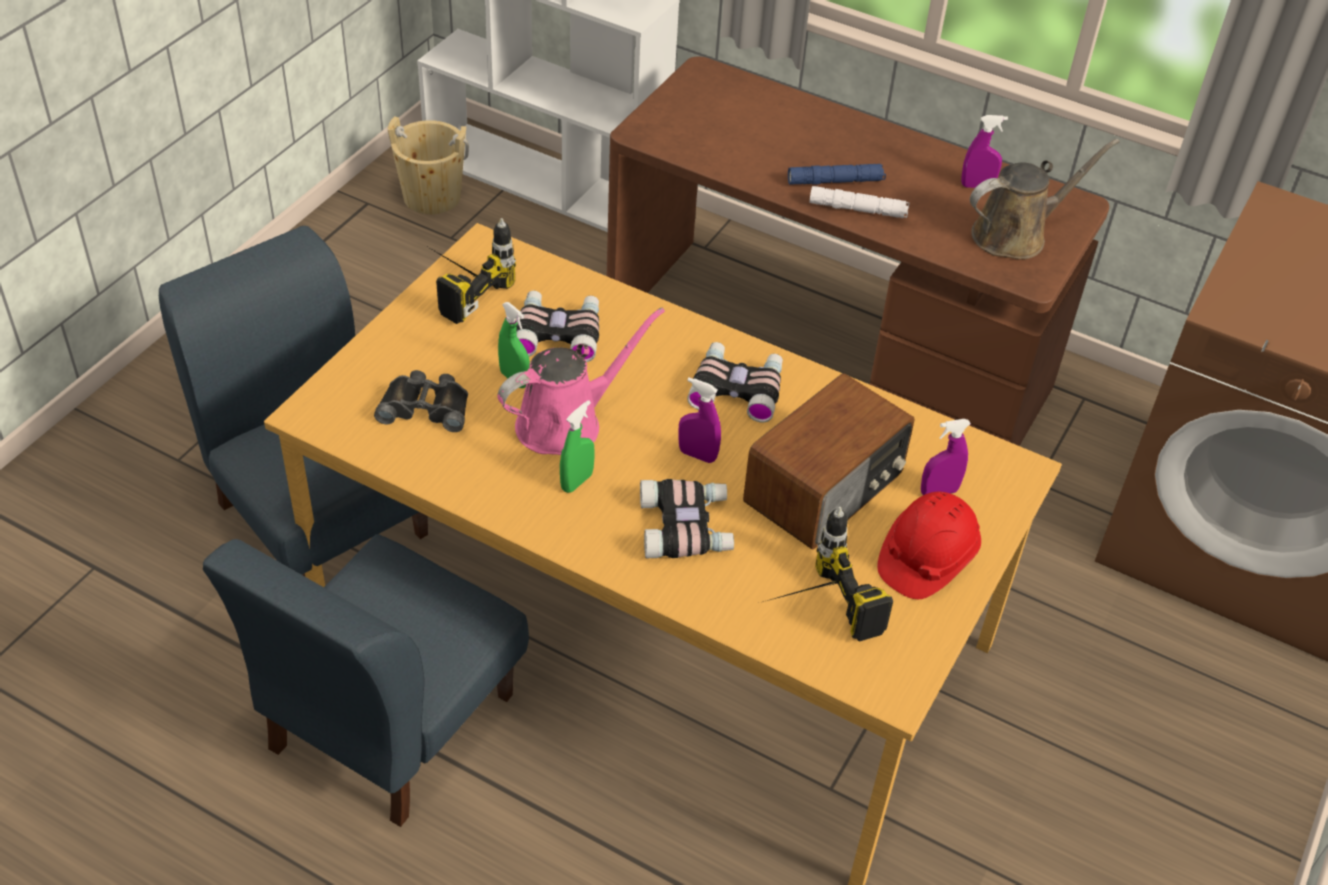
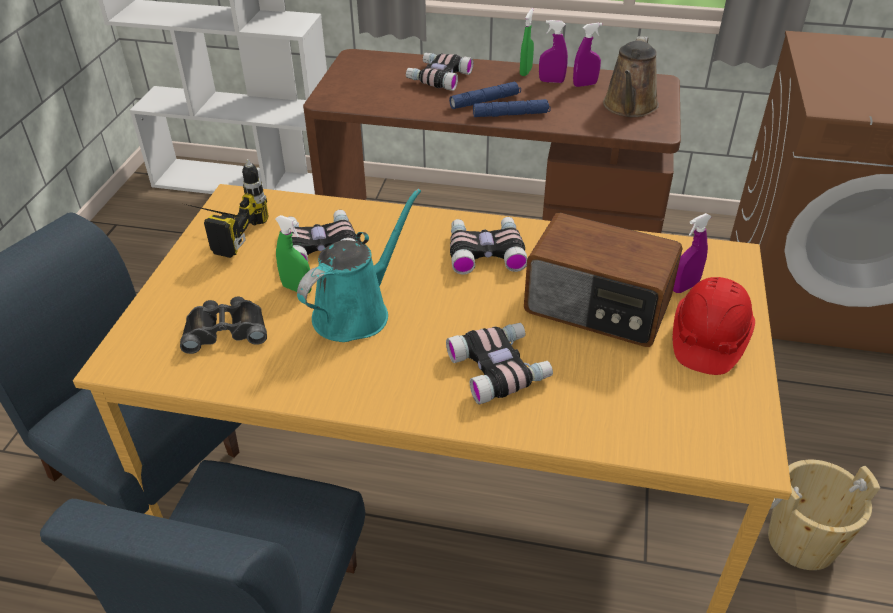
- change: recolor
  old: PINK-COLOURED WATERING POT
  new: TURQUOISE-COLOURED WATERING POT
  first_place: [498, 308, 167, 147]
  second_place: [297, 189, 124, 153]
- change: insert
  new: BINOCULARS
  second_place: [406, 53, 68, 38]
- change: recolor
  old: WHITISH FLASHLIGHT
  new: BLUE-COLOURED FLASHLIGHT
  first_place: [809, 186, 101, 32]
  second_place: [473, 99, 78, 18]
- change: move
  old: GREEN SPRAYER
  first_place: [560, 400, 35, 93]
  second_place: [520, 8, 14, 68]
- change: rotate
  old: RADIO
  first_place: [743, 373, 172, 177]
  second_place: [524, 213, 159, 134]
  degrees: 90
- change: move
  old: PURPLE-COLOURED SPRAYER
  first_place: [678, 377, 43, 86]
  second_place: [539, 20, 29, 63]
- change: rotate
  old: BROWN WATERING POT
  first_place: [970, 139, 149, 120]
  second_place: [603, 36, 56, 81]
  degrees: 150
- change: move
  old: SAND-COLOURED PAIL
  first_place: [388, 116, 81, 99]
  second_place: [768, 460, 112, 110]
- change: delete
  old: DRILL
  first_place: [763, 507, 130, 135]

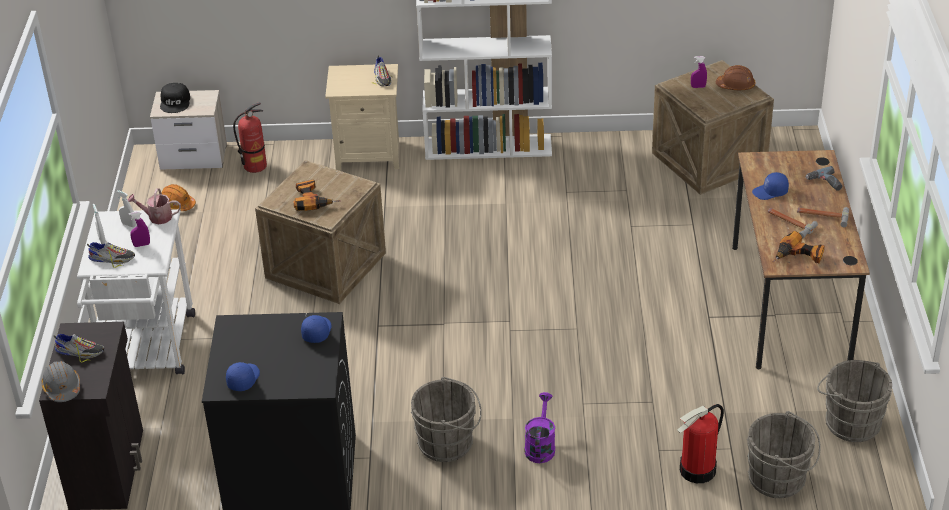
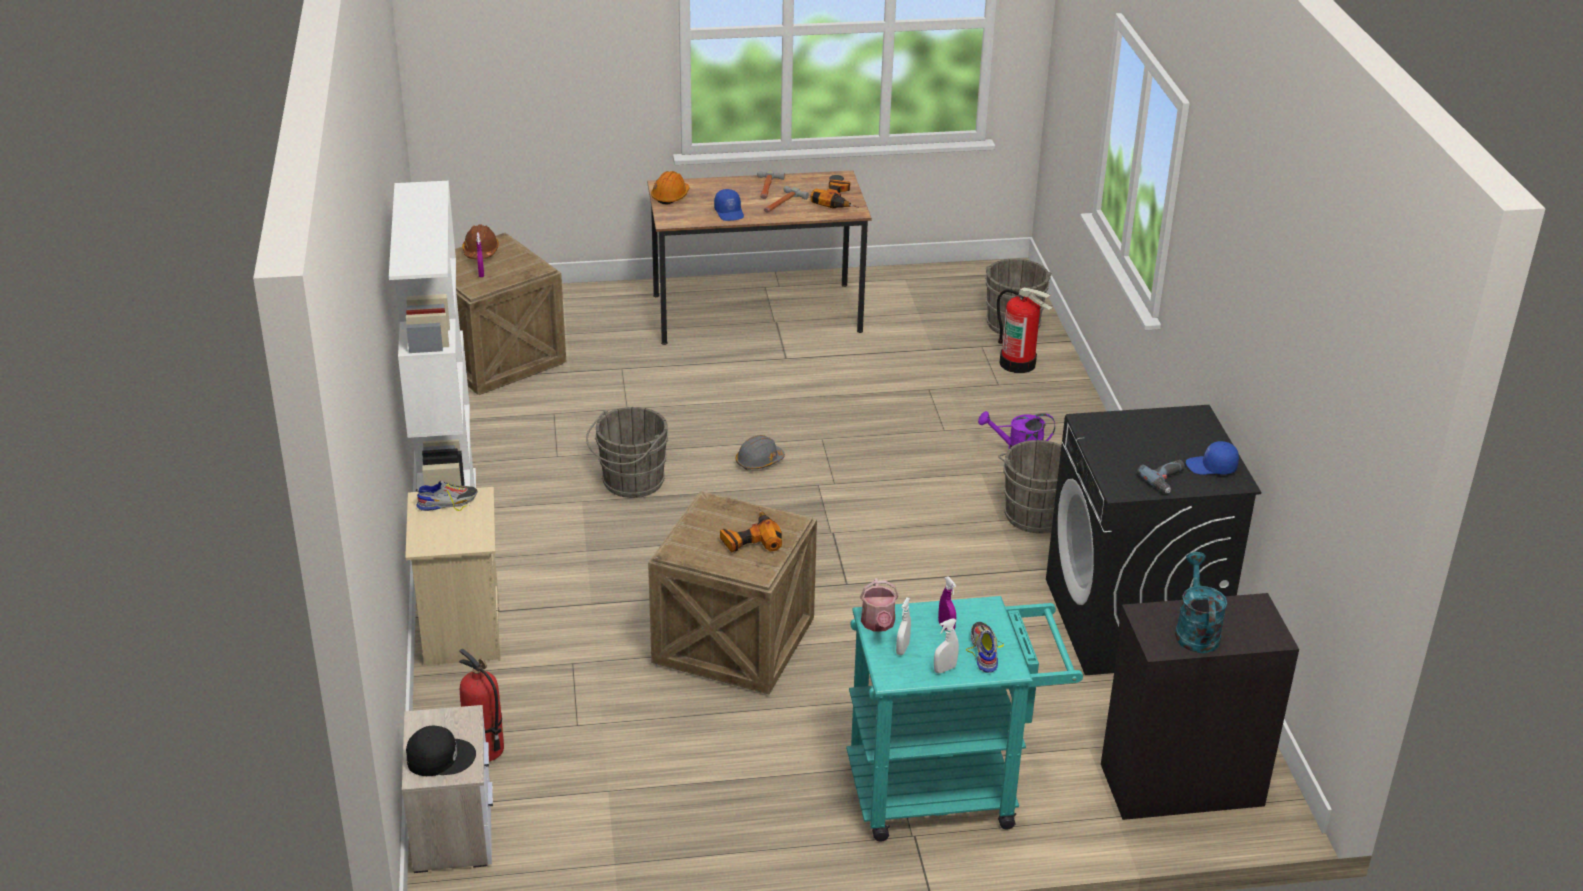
- change: move
  old: GREY PAIL
  first_place: [817, 360, 75, 82]
  second_place: [586, 407, 82, 91]
- change: move
  old: ORANGE SAFETY HELMET
  first_place: [162, 184, 34, 27]
  second_place: [651, 171, 39, 33]
- change: move
  old: GREY SAFETY HELMET
  first_place: [41, 361, 39, 41]
  second_place: [736, 435, 49, 35]
- change: recolor
  old: WHITISH TROLLEY
  new: TURQUOISE-COLOURED TROLLEY
  first_place: [77, 209, 118, 165]
  second_place: [846, 596, 237, 246]
- change: move
  old: DRILL
  first_place: [806, 166, 36, 25]
  second_place: [1137, 460, 48, 34]
- change: replace
  old: ITEM OF FOOTWEAR
  new: TURQUOISE-COLOURED WATERING POT
  first_place: [53, 334, 51, 28]
  second_place: [1175, 552, 52, 101]
- change: delete
  old: BLUE-COLOURED PEAKED CAP
  first_place: [301, 315, 31, 28]

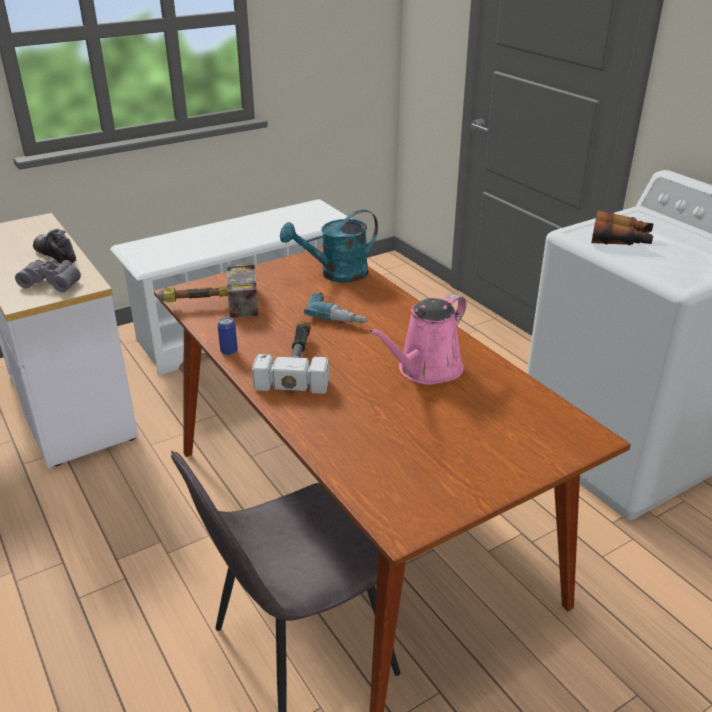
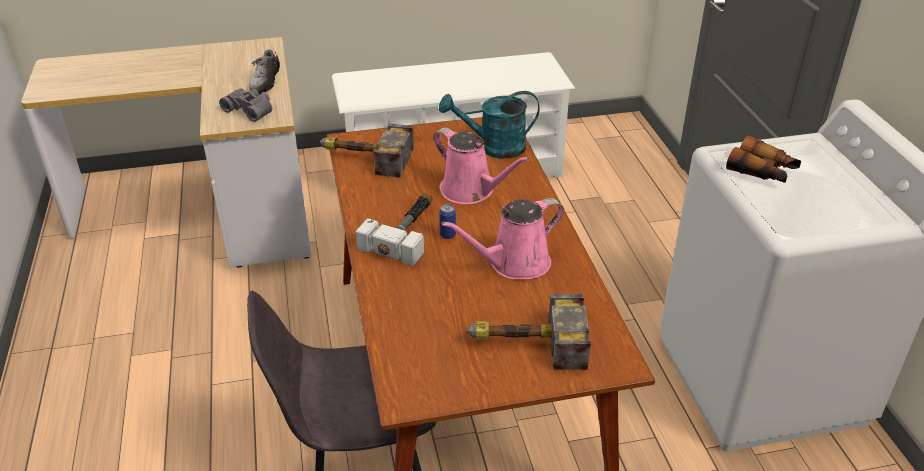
- change: rotate
  old: ITEM OF FOOTWEAR
  first_place: [33, 229, 44, 34]
  second_place: [249, 50, 31, 45]
  degrees: -150
- change: replace
  old: DRILL
  new: PINK-COLOURED WATERING POT
  first_place: [304, 292, 64, 31]
  second_place: [433, 128, 97, 76]
- change: move
  old: SEALED CAN
  first_place: [217, 317, 21, 38]
  second_place: [439, 204, 17, 35]
- change: insert
  new: TOOL HAMMER
  second_place: [466, 294, 125, 76]

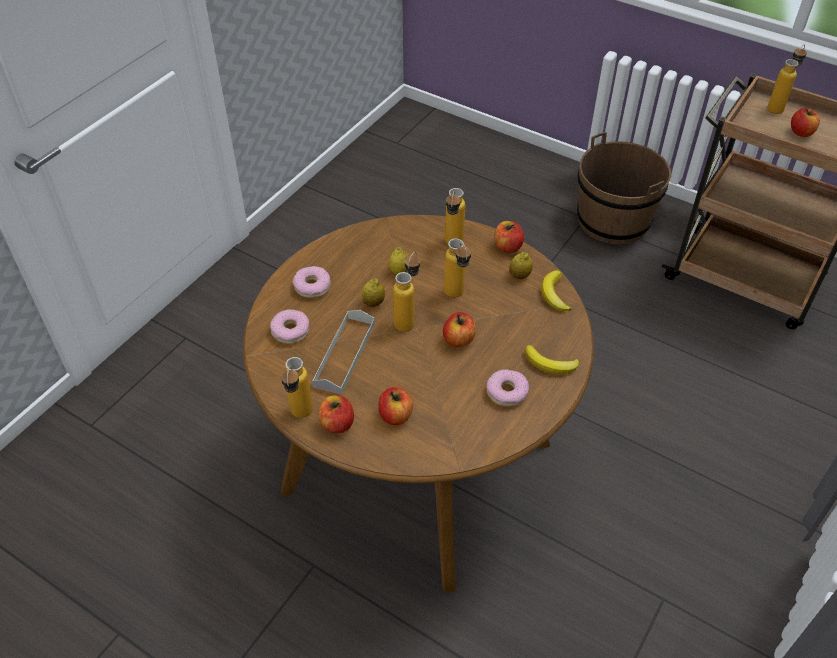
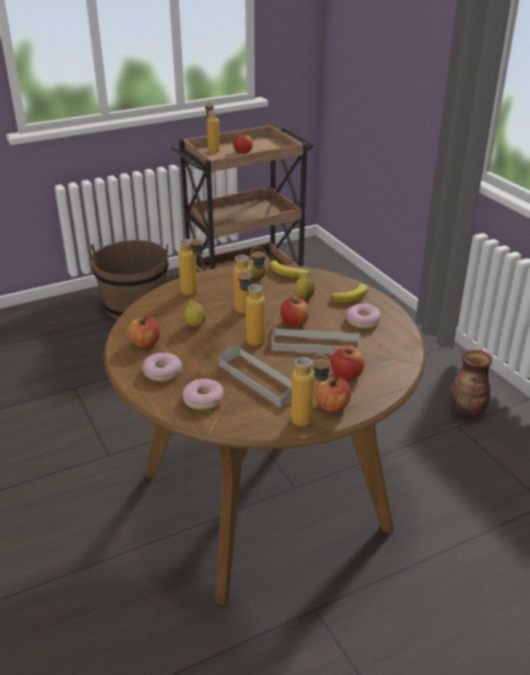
- change: move
  old: APPLE FRUIT
  first_place: [494, 221, 30, 32]
  second_place: [128, 316, 32, 32]
- change: insert
  new: GREY SERVING TRAY
  second_place: [272, 328, 88, 26]
- change: move
  old: CITRUS FRUIT
  first_place: [362, 278, 23, 29]
  second_place: [295, 273, 20, 28]
- change: insert
  new: DECORATIVE VASE
  second_place: [450, 350, 43, 70]

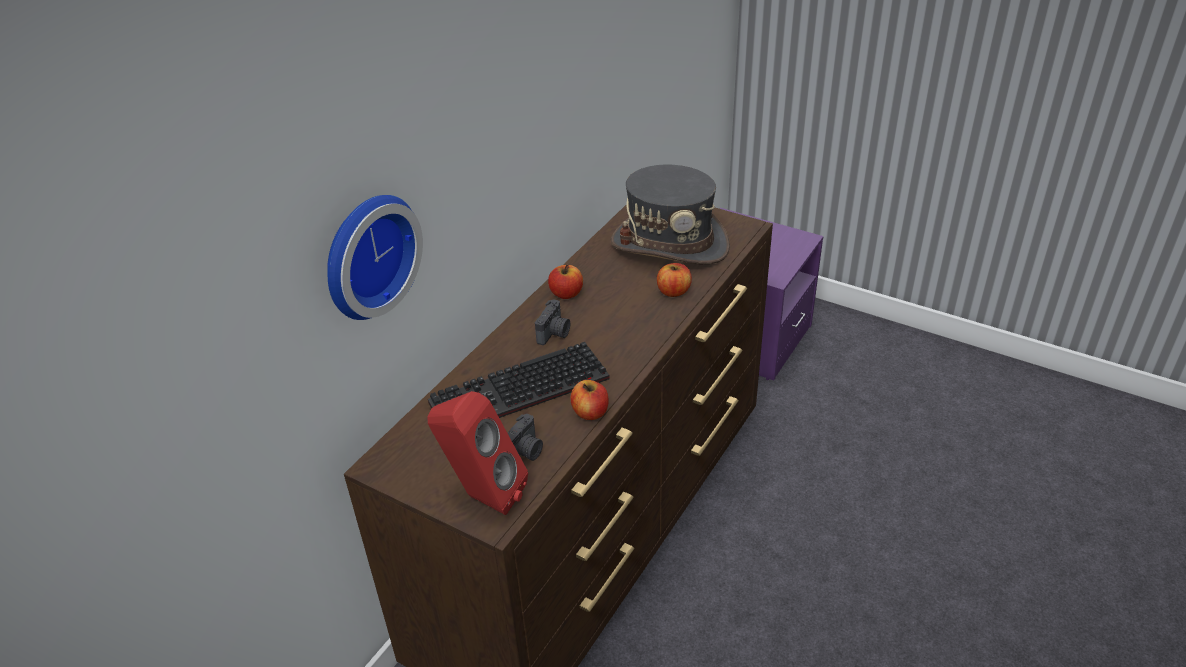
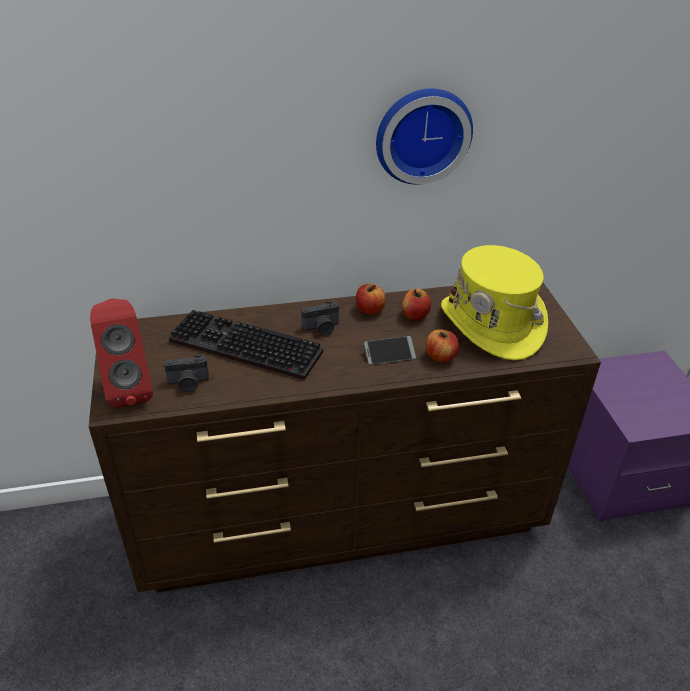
- change: insert
  new: HANDSET
  second_place: [364, 336, 52, 29]
- change: move
  old: WALL CLOCK
  first_place: [327, 195, 96, 125]
  second_place: [376, 89, 97, 96]
- change: move
  old: APPLE FRUIT
  first_place: [570, 380, 39, 40]
  second_place: [402, 289, 29, 32]
- change: recolor
  old: GREY WEARABLE HAT
  new: YELLOWISH WEARABLE HAT
  first_place: [611, 165, 119, 99]
  second_place: [441, 245, 107, 115]

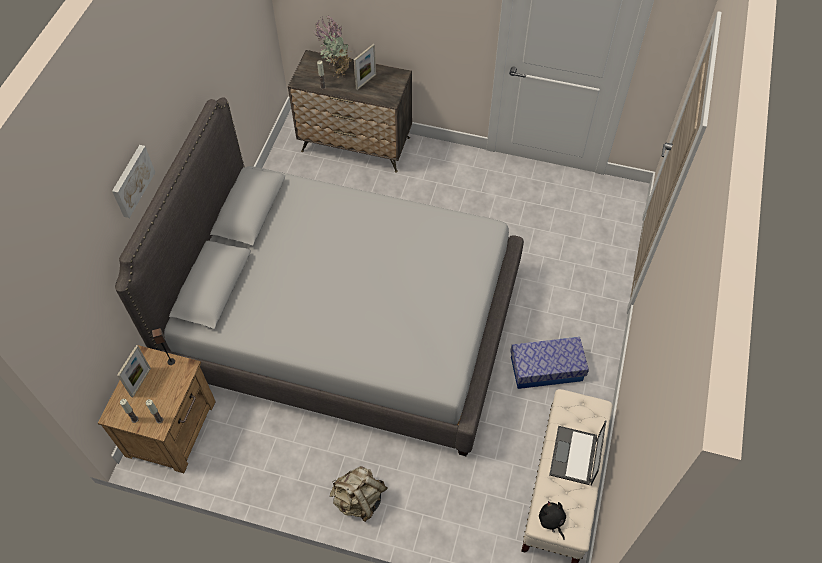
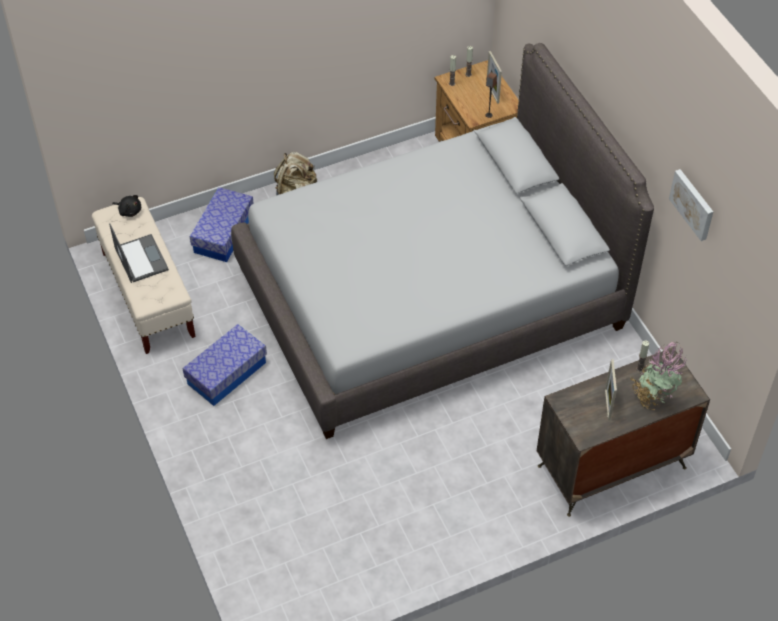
- change: insert
  new: STORAGE BOX
  second_place: [190, 187, 64, 75]
- change: move
  old: WALL PICTURE
  first_place: [112, 145, 43, 73]
  second_place: [669, 169, 44, 72]

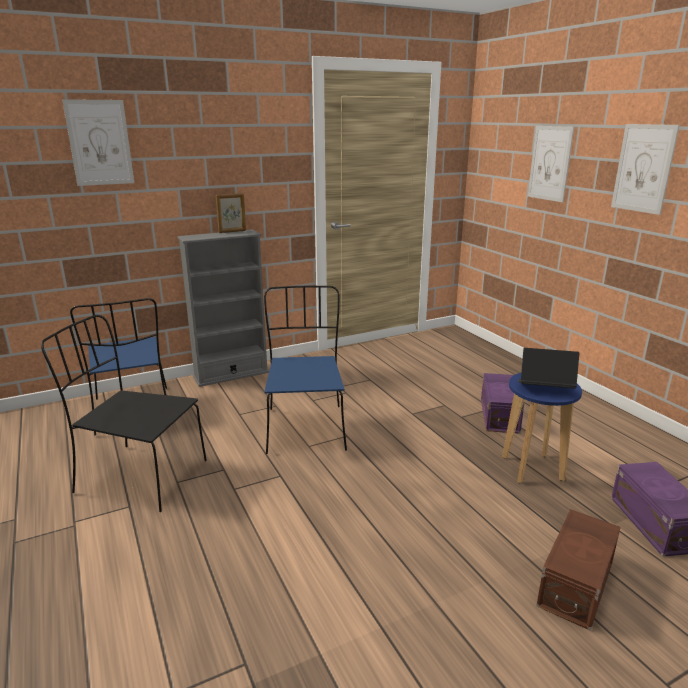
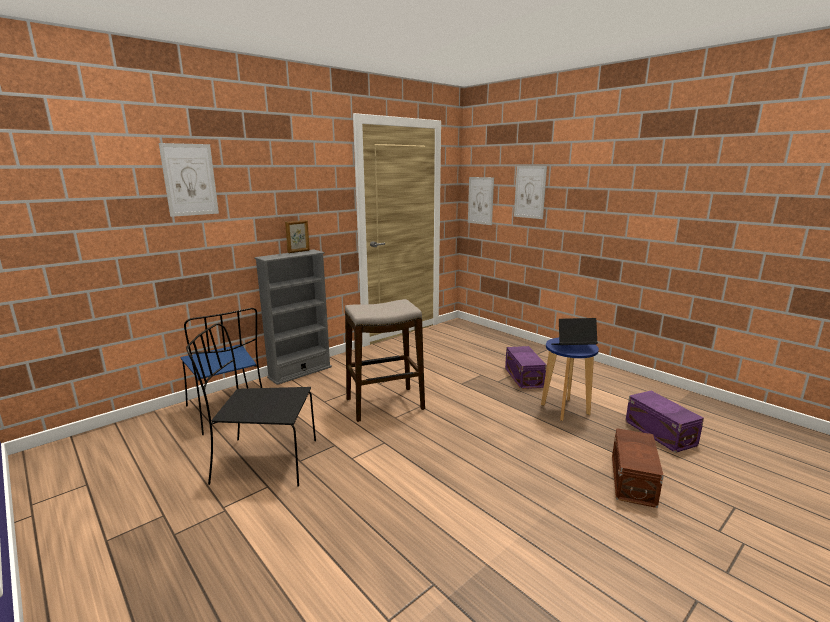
- change: replace
  old: BLUE-COLOURED PLAIN CHAIR
  new: STOOL
  first_place: [264, 286, 83, 168]
  second_place: [345, 299, 80, 123]
- change: move
  old: WALL PICTURE
  first_place: [611, 124, 69, 91]
  second_place: [468, 177, 26, 48]

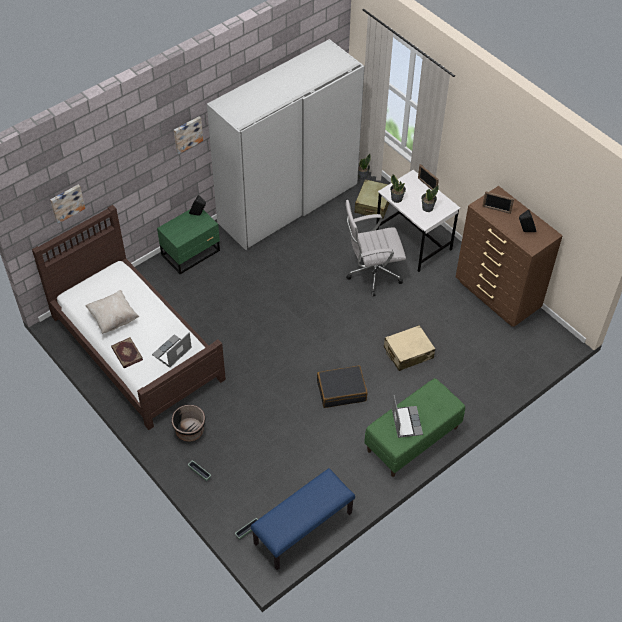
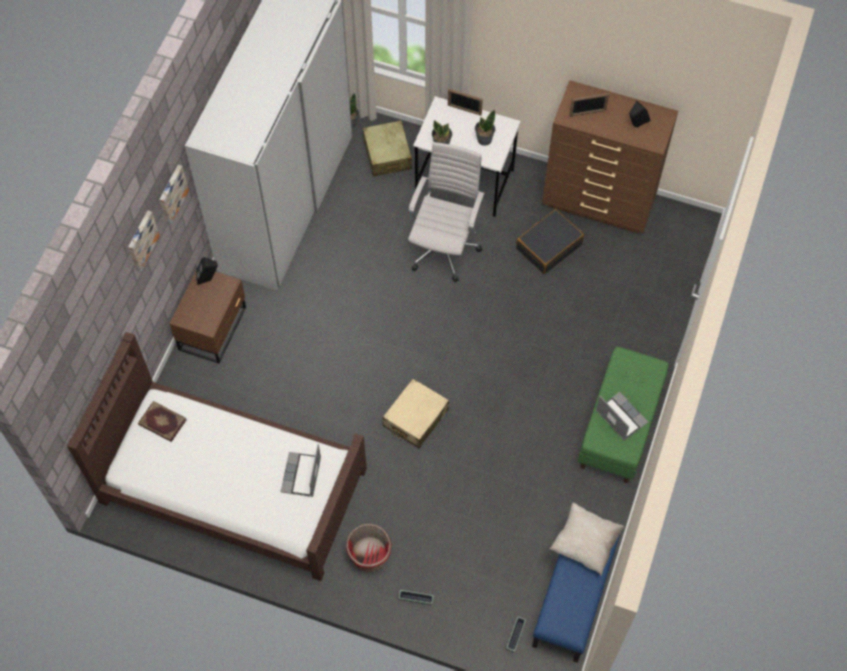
- change: move
  old: WALL PICTURE
  first_place: [50, 185, 35, 39]
  second_place: [128, 211, 32, 61]
- change: move
  old: VOLUME
  first_place: [111, 337, 32, 31]
  second_place: [138, 401, 48, 41]
- change: recolor
  old: GREEN NIGHT TABLE
  new: BROWN NIGHT TABLE
  first_place: [157, 210, 63, 64]
  second_place: [169, 267, 77, 96]
- change: recolor
  old: BLACK PLANTER
  new: RED-COLOURED PLANTER
  first_place: [172, 405, 34, 37]
  second_place: [346, 524, 46, 48]
- change: move
  old: SAND-COLOURED SUITCASE
  first_place: [384, 325, 51, 46]
  second_place: [383, 379, 66, 69]
- change: rotate
  old: WHITISH COMPUTER CHAIR
  first_place: [345, 200, 61, 97]
  second_place: [408, 142, 77, 140]
  degrees: 150
- change: move
  old: BLACK SUITCASE
  first_place: [317, 365, 51, 43]
  second_place: [516, 209, 68, 65]
- change: move
  old: SAND-COLOURED CUSHION
  first_place: [85, 290, 54, 44]
  second_place: [550, 503, 75, 73]

